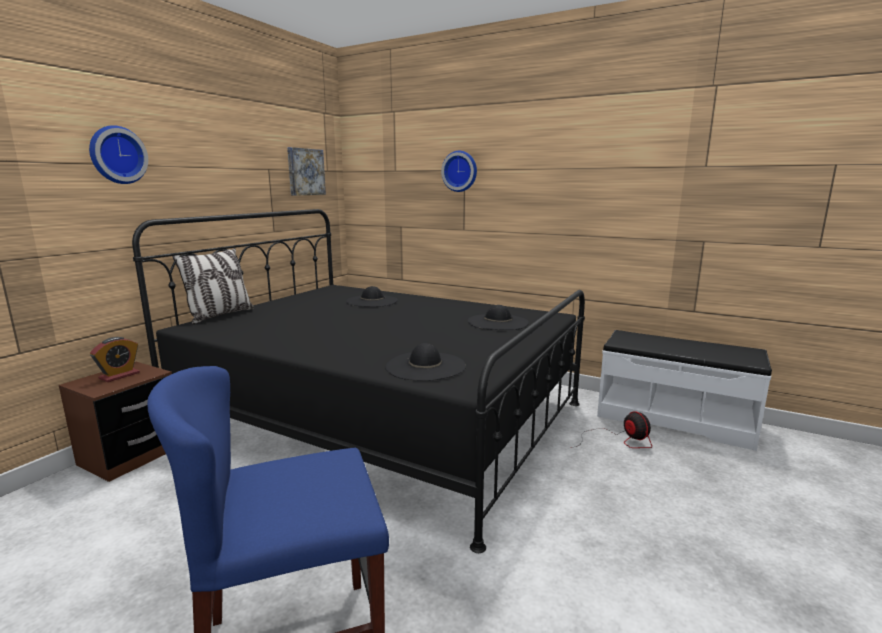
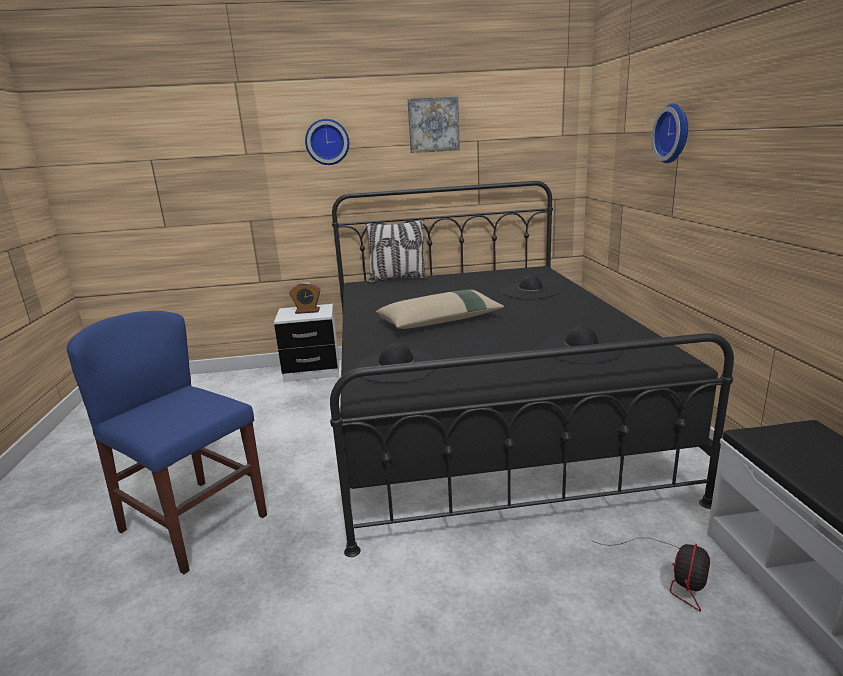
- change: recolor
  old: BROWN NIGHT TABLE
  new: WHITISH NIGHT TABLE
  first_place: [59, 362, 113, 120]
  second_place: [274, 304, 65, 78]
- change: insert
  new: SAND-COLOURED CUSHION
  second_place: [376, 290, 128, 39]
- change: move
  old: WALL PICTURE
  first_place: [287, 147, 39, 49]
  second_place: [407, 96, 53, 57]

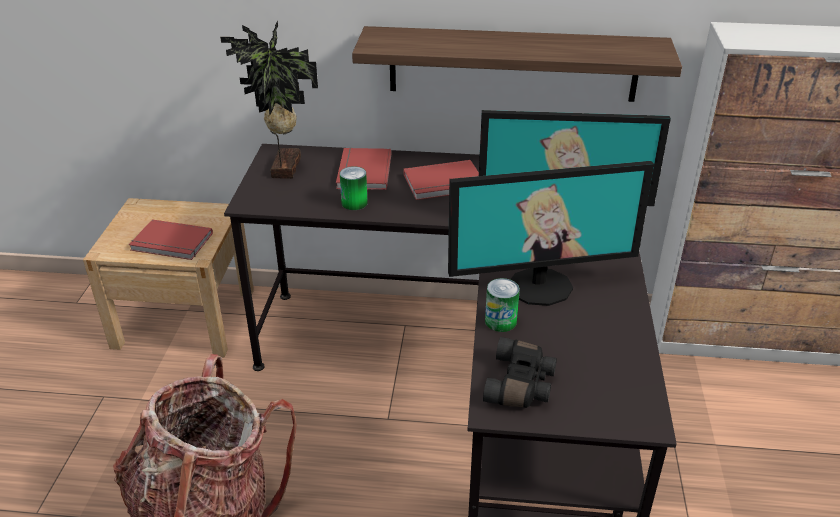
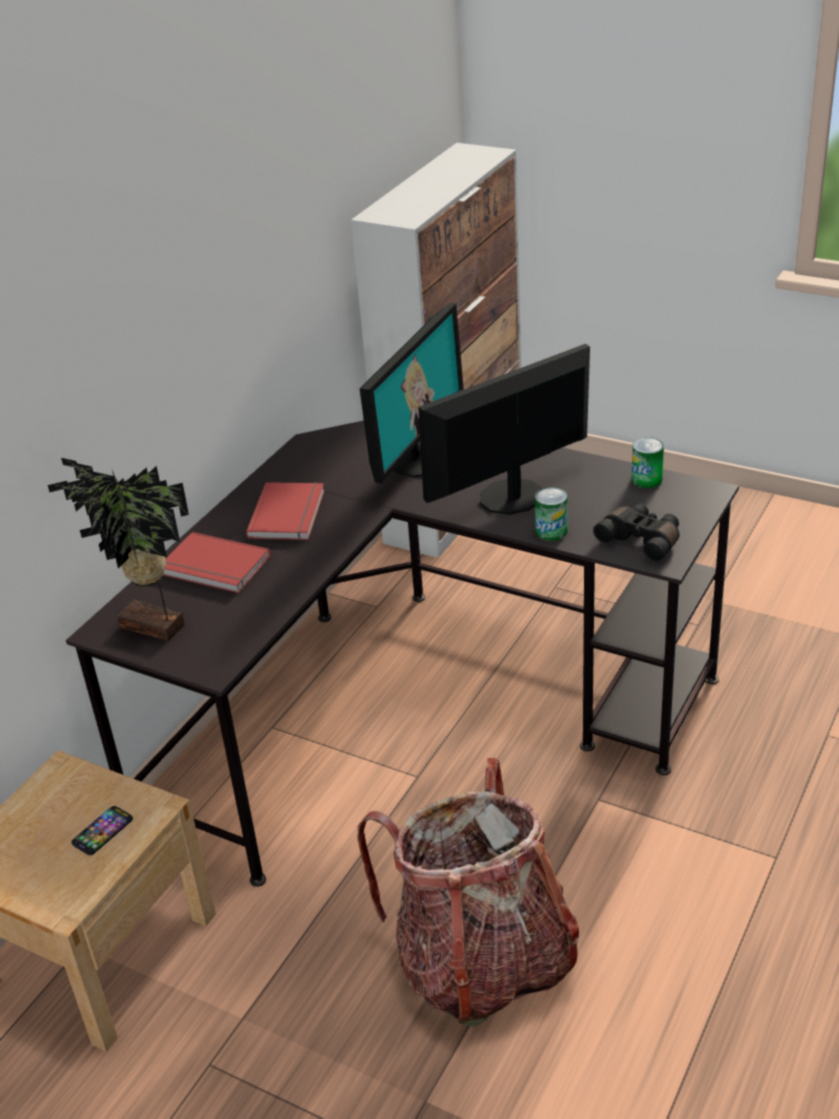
- change: replace
  old: RED-COLOURED VOLUME
  new: HANDSET
  first_place: [129, 219, 84, 41]
  second_place: [71, 806, 62, 49]
- change: rotate
  old: COMPUTER SCREEN
  first_place: [448, 161, 206, 145]
  second_place: [418, 344, 172, 171]
  degrees: -135
- change: move
  old: SEALED CAN
  first_place: [340, 166, 28, 44]
  second_place: [632, 437, 32, 51]
- change: delete
  old: WALL SHELF
  first_place: [352, 26, 330, 76]

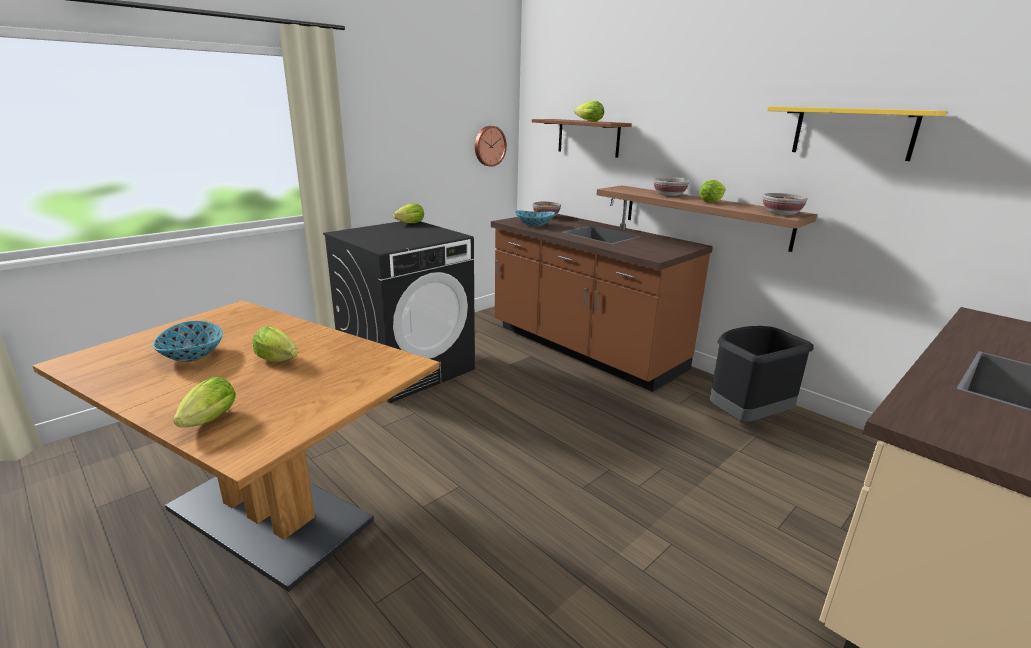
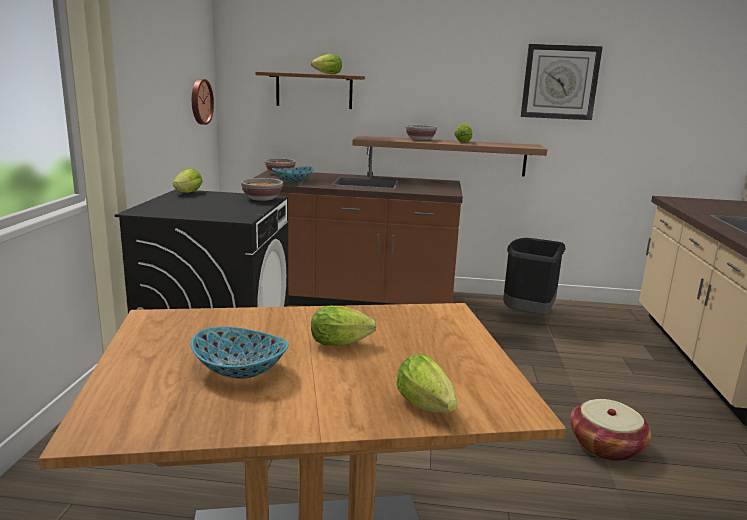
- change: move
  old: BOWL
  first_place: [763, 193, 45, 22]
  second_place: [241, 178, 42, 23]
- change: replace
  old: YELLOWISH WALL SHELF
  new: WALL CLOCK
  first_place: [767, 106, 180, 55]
  second_place: [521, 44, 82, 76]
- change: insert
  new: BASKET
  second_place: [570, 399, 82, 62]

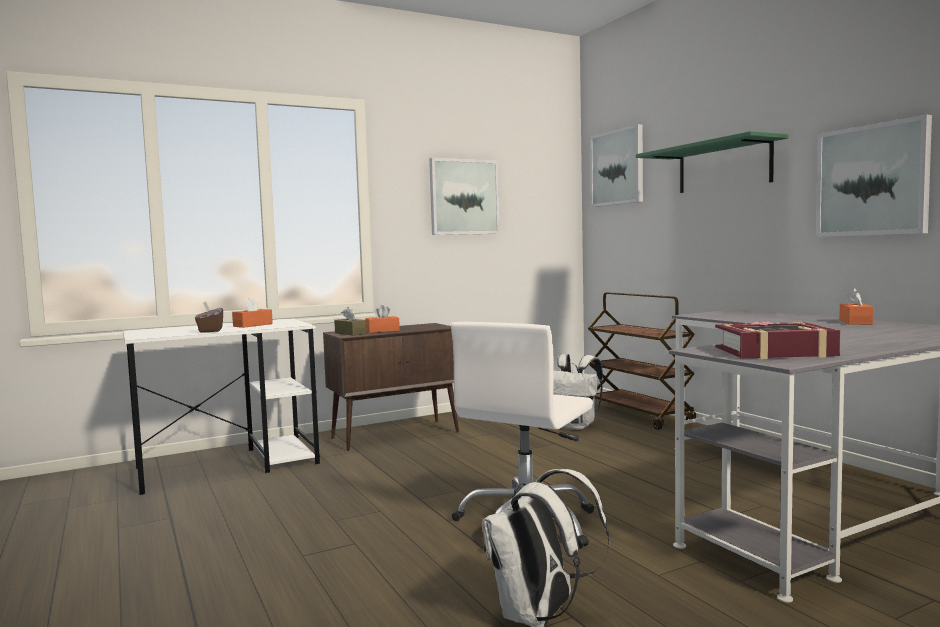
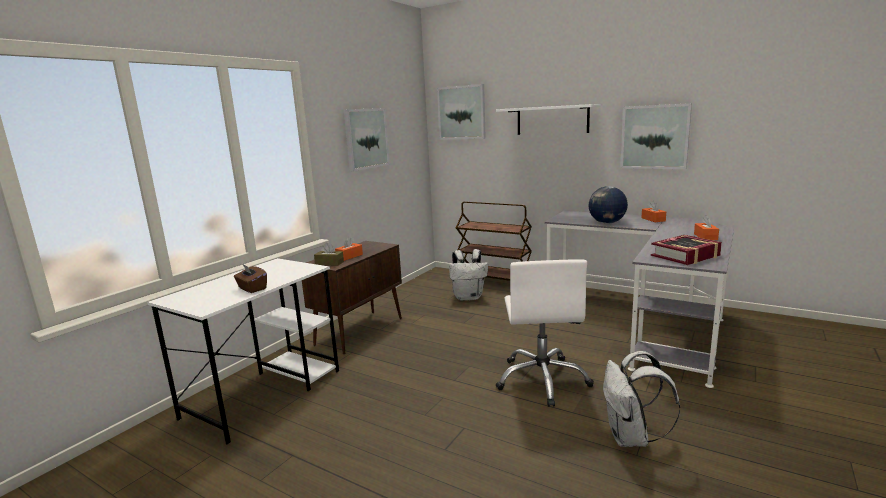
- change: recolor
  old: GREEN WALL SHELF
  new: WHITISH WALL SHELF
  first_place: [636, 131, 152, 62]
  second_place: [496, 104, 105, 31]
- change: insert
  new: DESK GLOBE
  second_place: [589, 186, 39, 38]
- change: move
  old: ORANGE TISSUE HOLDER
  first_place: [232, 296, 41, 32]
  second_place: [694, 215, 25, 25]

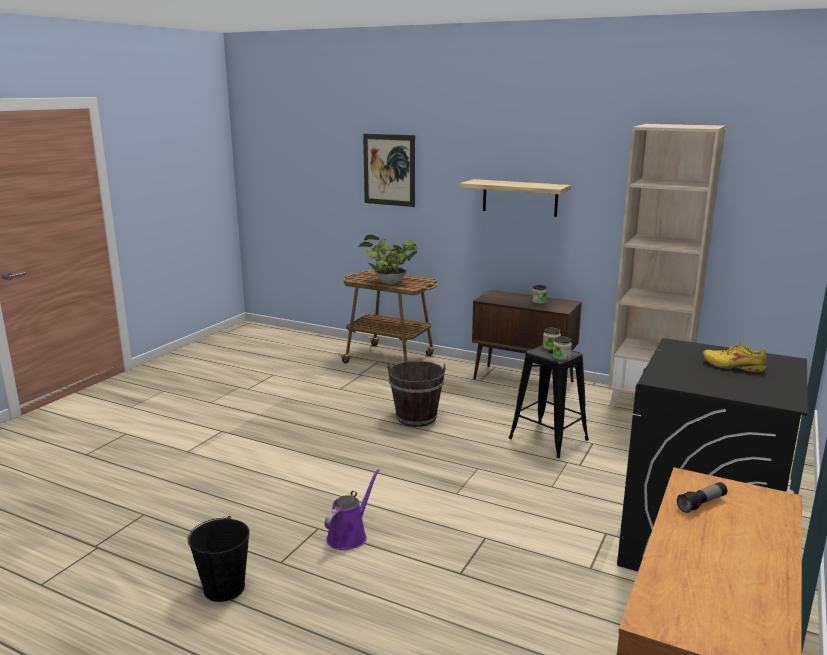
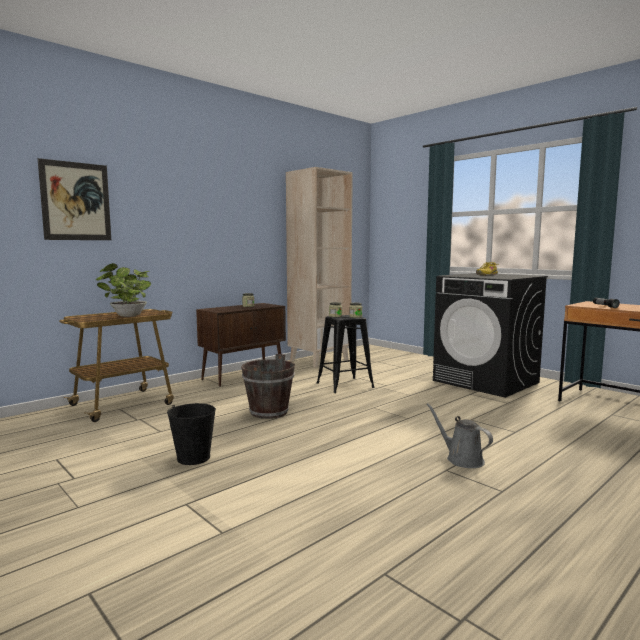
- change: move
  old: BLACK PAIL
  first_place: [188, 516, 62, 86]
  second_place: [167, 403, 49, 62]
- change: recolor
  old: PURPLE-COLOURED WATERING POT
  new: GREY WATERING POT
  first_place: [324, 469, 56, 81]
  second_place: [426, 403, 67, 65]
- change: delete
  old: WALL SHELF
  first_place: [460, 179, 111, 38]

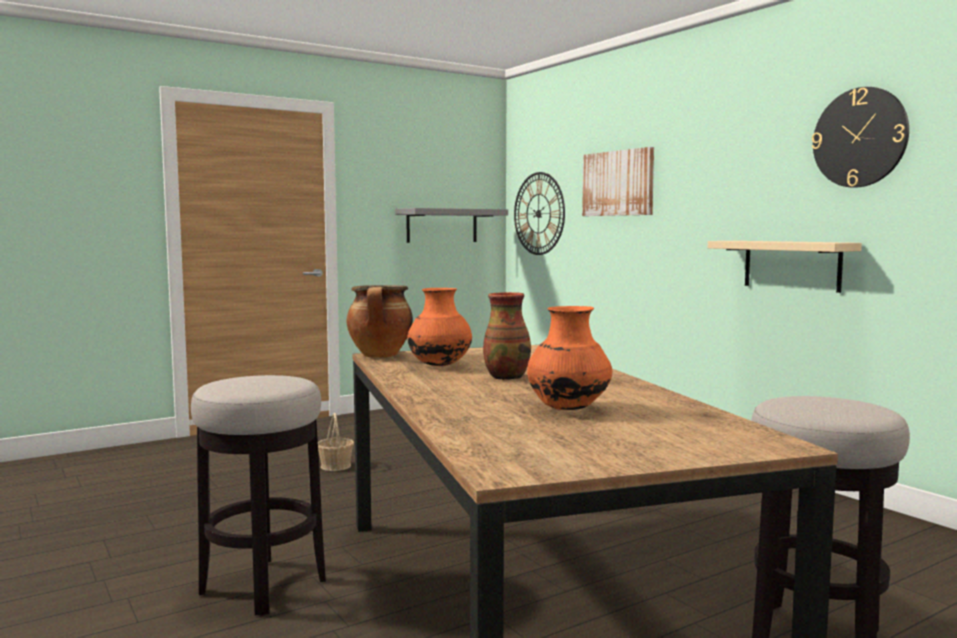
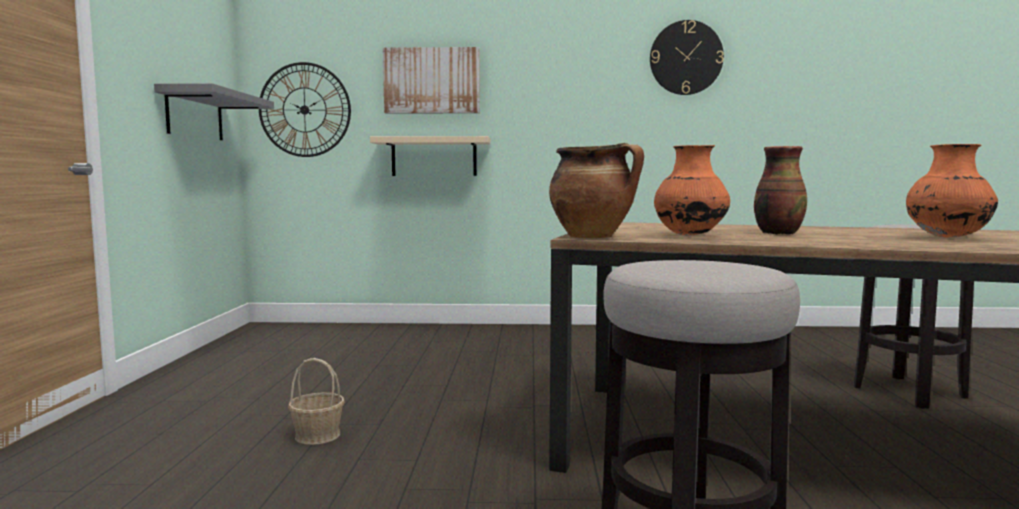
- change: move
  old: SAND-COLOURED WALL SHELF
  first_place: [708, 241, 154, 52]
  second_place: [370, 136, 120, 40]

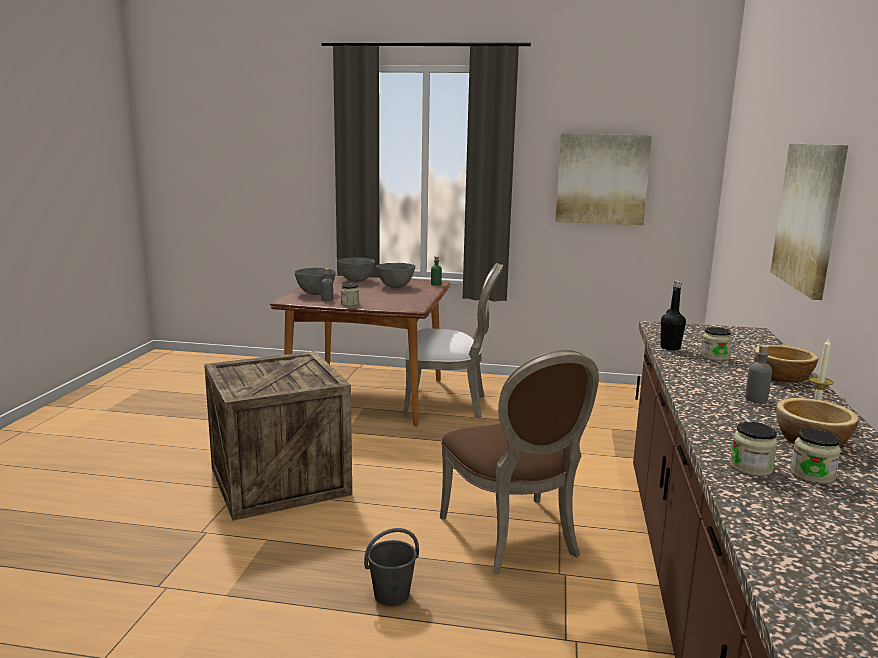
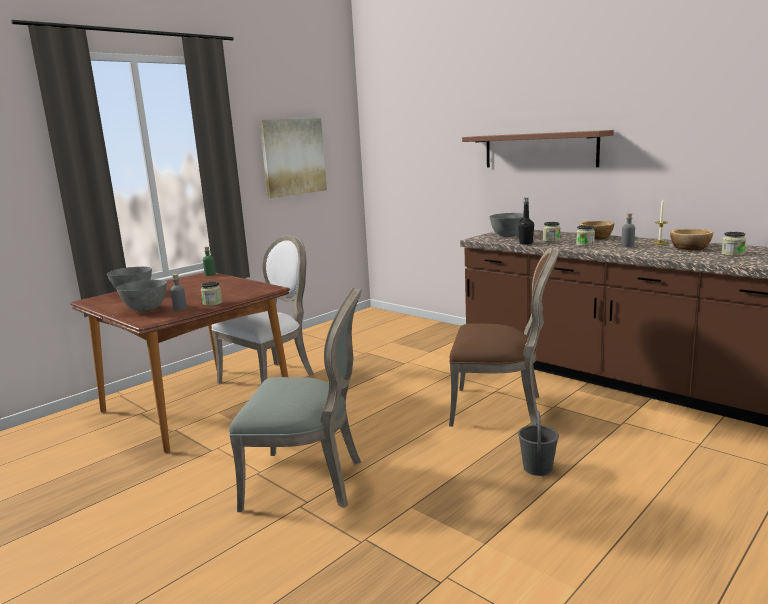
- change: replace
  old: PACKING CRATE
  new: GREY PLAIN CHAIR
  first_place: [204, 351, 148, 170]
  second_place: [229, 287, 133, 225]
- change: replace
  old: WALL PICTURE
  new: BROWN WALL SHELF
  first_place: [770, 144, 78, 156]
  second_place: [462, 130, 152, 38]
- change: move
  old: GREY BOWL
  first_place: [376, 263, 40, 25]
  second_place: [489, 213, 35, 24]
- change: move
  old: STORAGE JAR
  first_place: [730, 422, 48, 54]
  second_place: [576, 225, 19, 22]

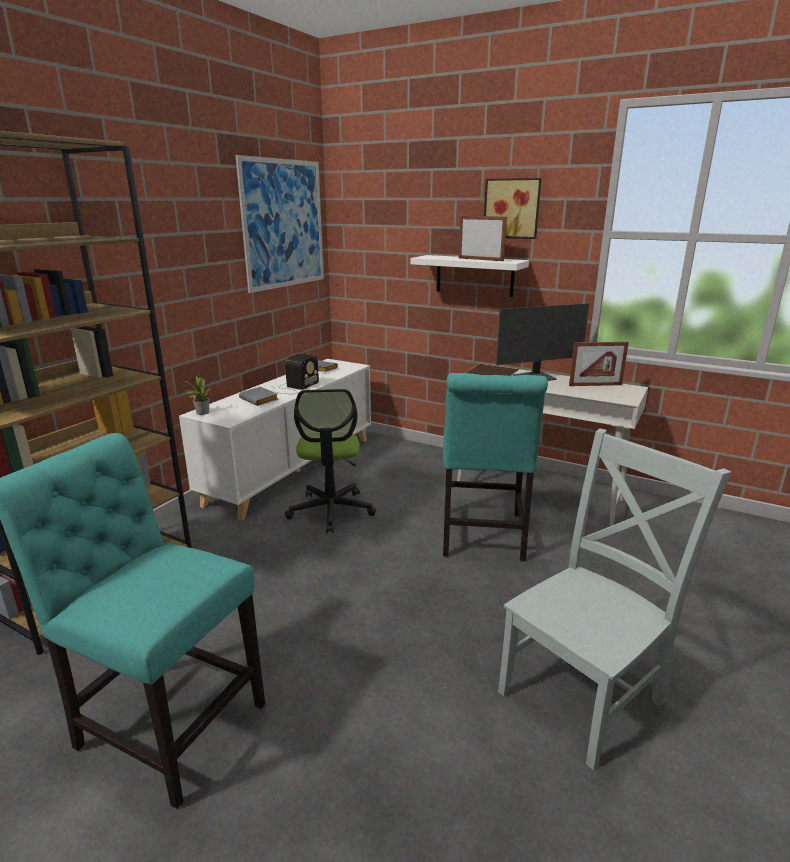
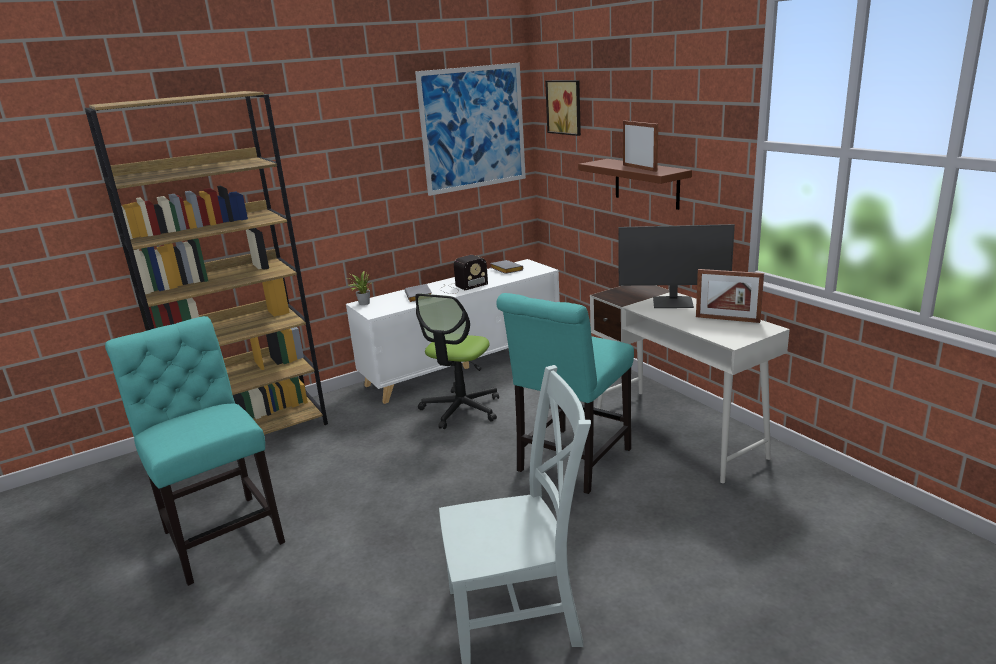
- change: move
  old: WALL PICTURE
  first_place: [484, 178, 58, 61]
  second_place: [545, 80, 36, 56]
- change: recolor
  old: WHITISH WALL SHELF
  new: BROWN WALL SHELF
  first_place: [411, 255, 118, 42]
  second_place: [578, 159, 114, 51]

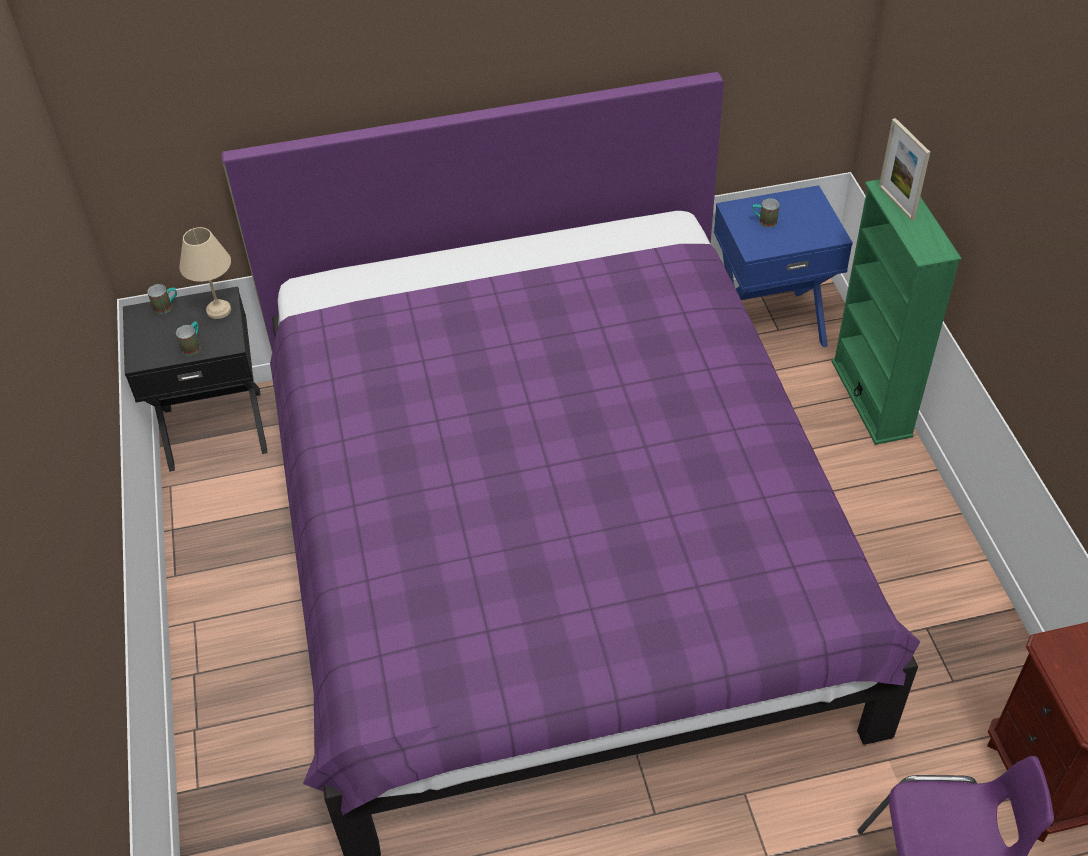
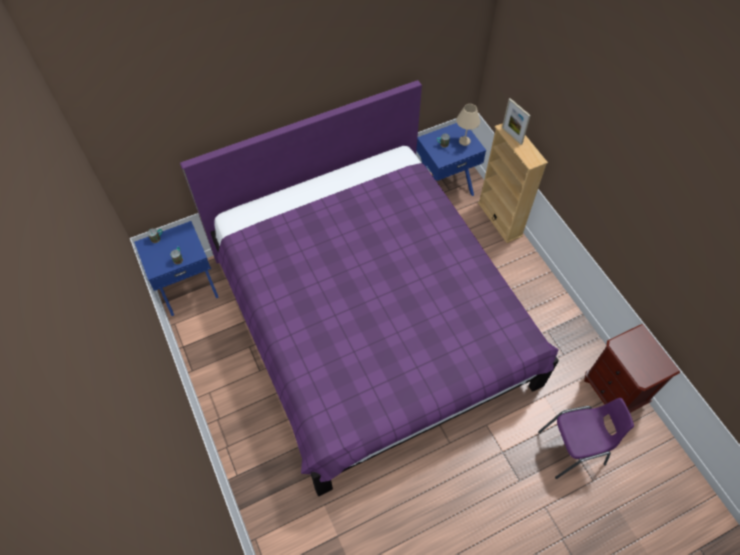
- change: recolor
  old: BLACK NIGHT TABLE
  new: BLUE-COLOURED NIGHT TABLE
  first_place: [123, 287, 144, 185]
  second_place: [134, 221, 85, 95]
- change: move
  old: SAND-COLOURED LAMP FOR A TABLE
  first_place: [179, 227, 52, 92]
  second_place: [456, 104, 24, 42]
- change: recolor
  old: GREEN SHELVING UNIT
  new: SAND-COLOURED SHELVING UNIT
  first_place: [831, 179, 131, 266]
  second_place: [478, 123, 70, 120]

